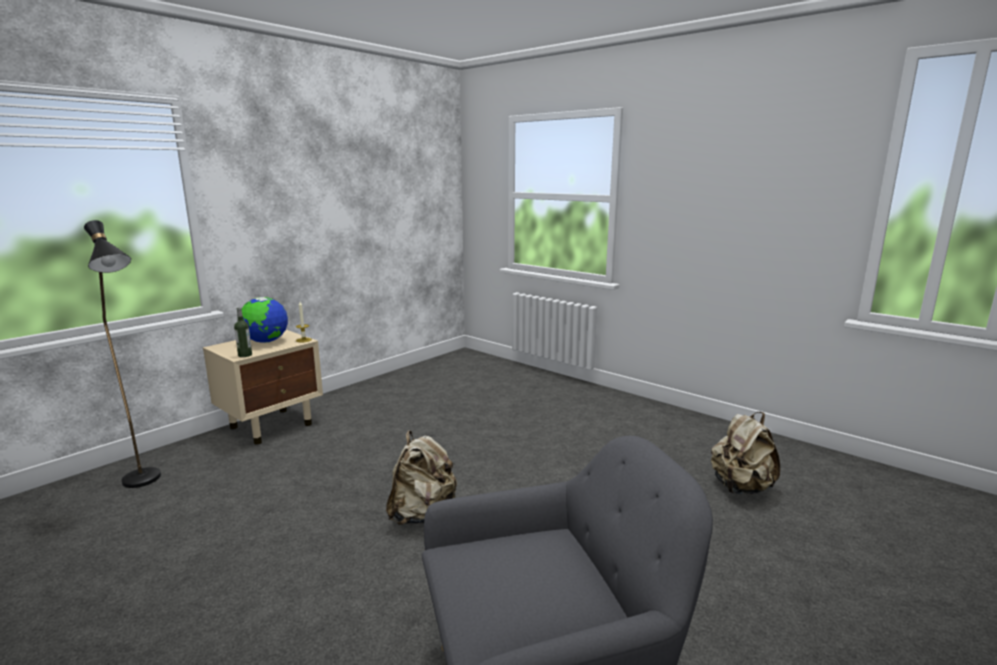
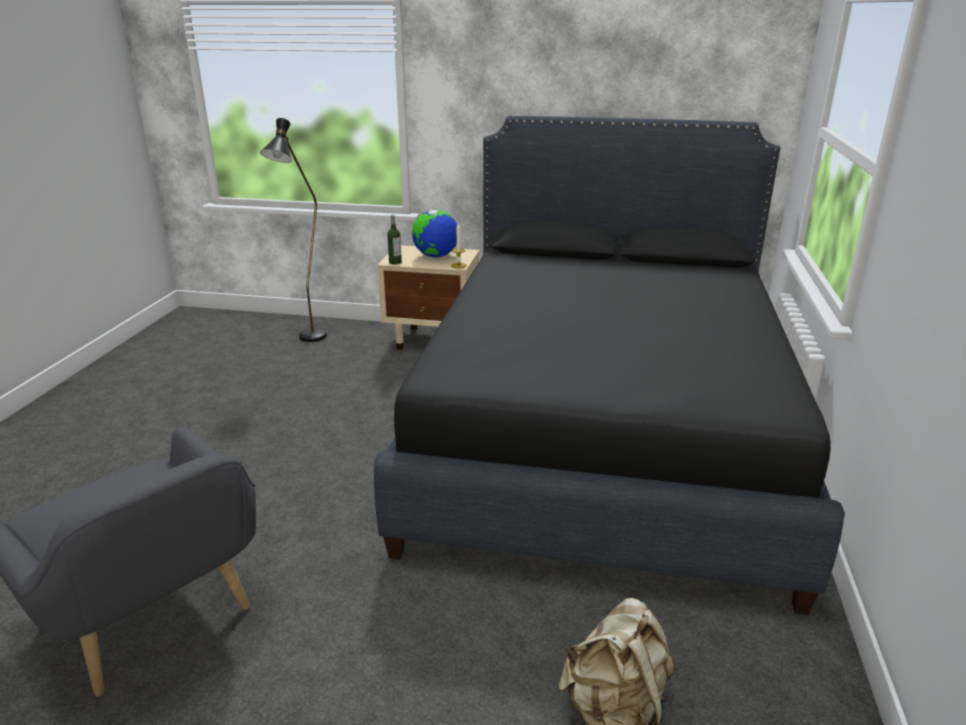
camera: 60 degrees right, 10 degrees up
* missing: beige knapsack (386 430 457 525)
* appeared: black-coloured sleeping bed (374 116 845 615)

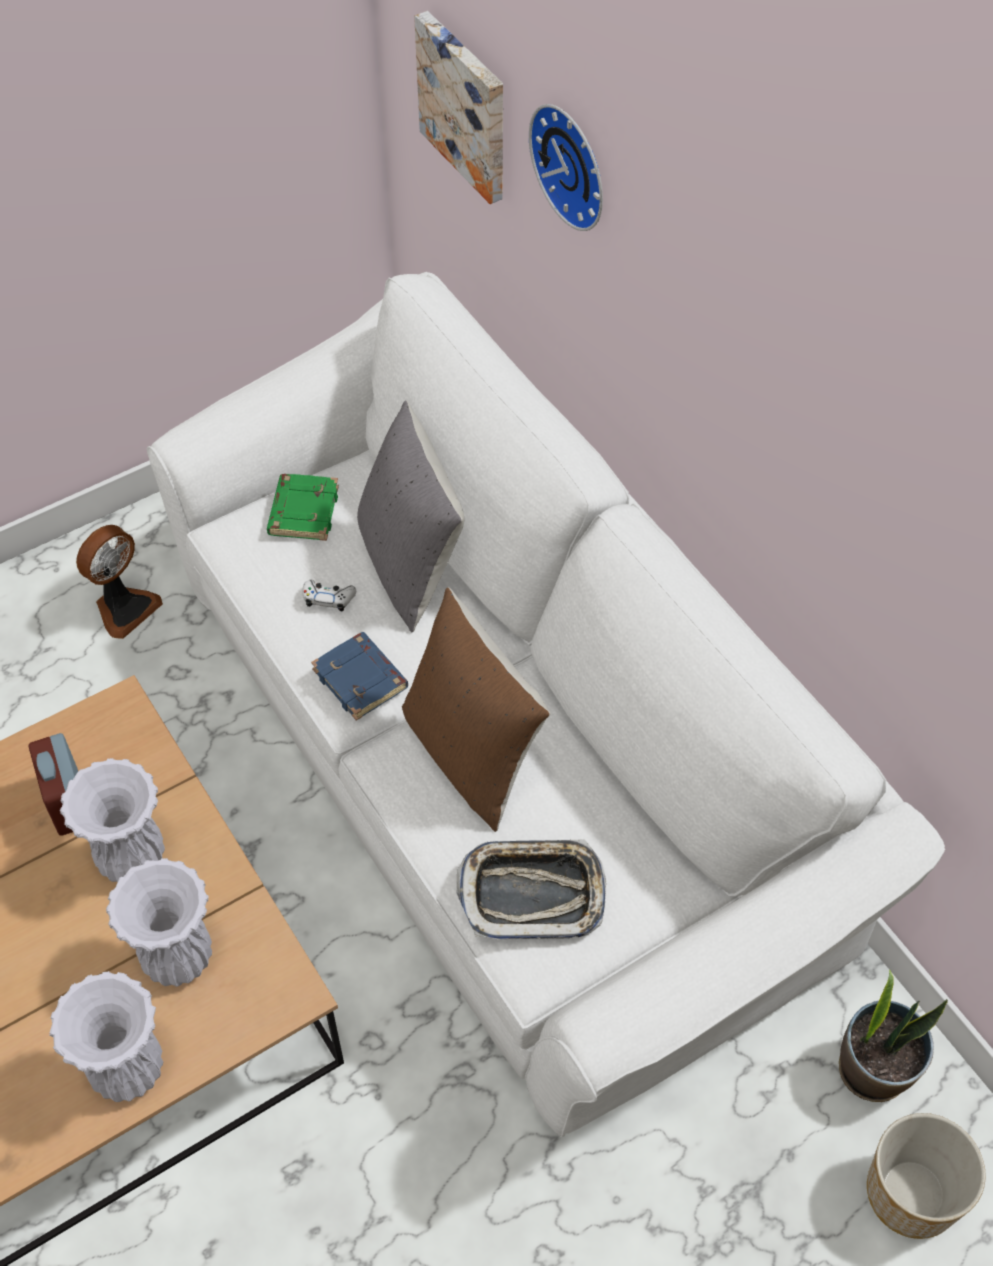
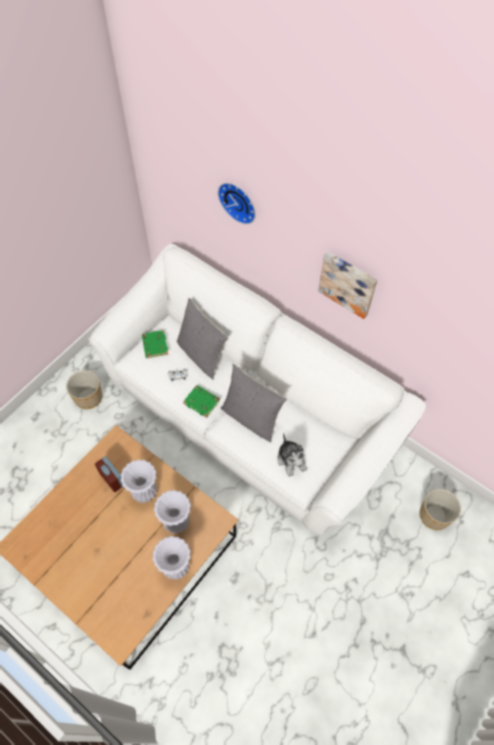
camera: 20 degrees left, 5 degrees up
* missing: houseplant (839 969 948 1102)
* relocated: picture (414 11 503 204) to (318 251 378 319)
* exchanged: cooling fan (76 525 163 639) to plant pot (66 370 102 409)
* exchanged: carrying tray (456 839 606 940) to soft toy (277 433 307 477)
* colour: blue volume (311 632 408 721) to green volume (183 385 220 418)
* colour: brownish throw pillow (402 587 550 832) to greyish throw pillow (221 364 287 443)

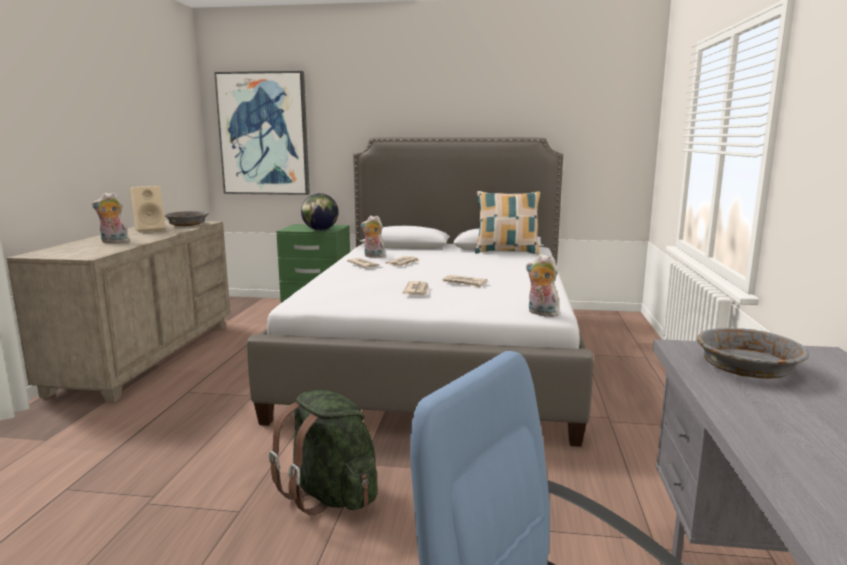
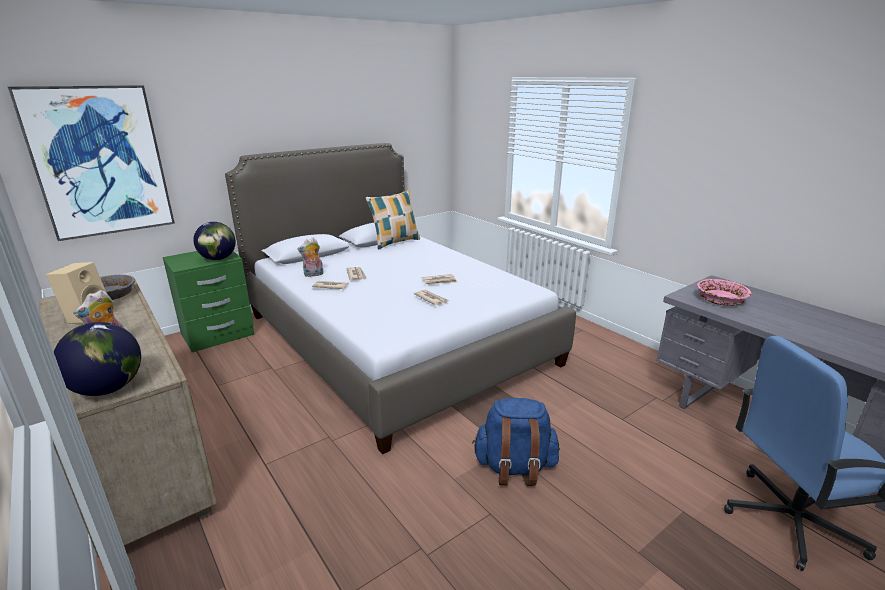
camera: 45 degrees left, 10 degrees up
* missing: soft toy (526 254 559 317)
* appeared: world globe (54 322 141 396)
* colour: green knapsack (269 390 378 515) to blue knapsack (472 398 560 486)
* colour: greyish bowl (697 328 809 378) to pinkish bowl (697 279 752 306)

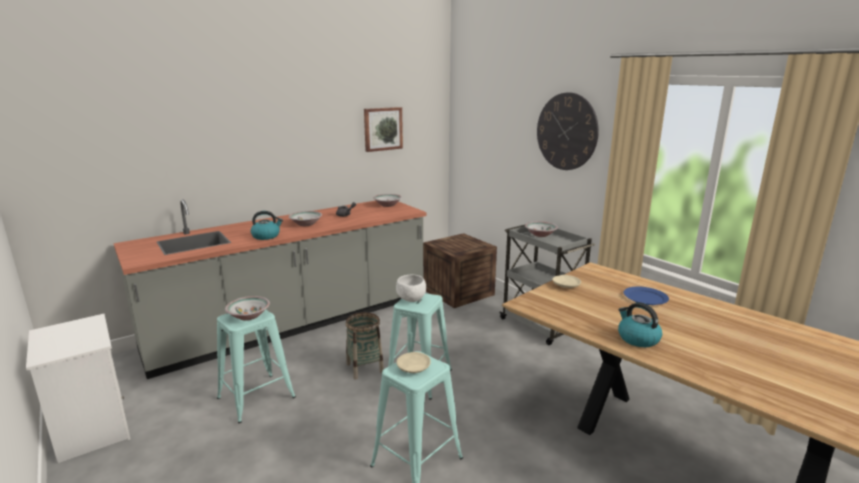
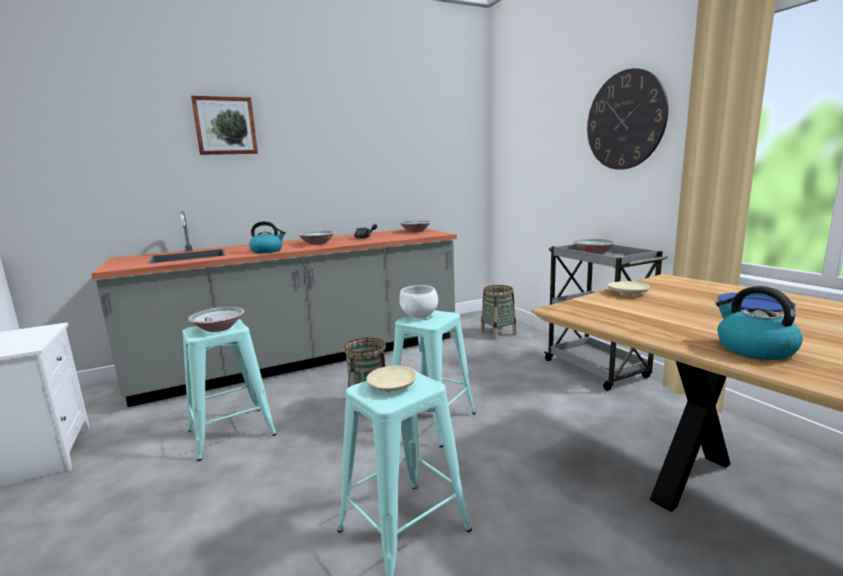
camera: 10 degrees right, 5 degrees down
* relocated: picture (364 107 403 152) to (191 96 258 155)
* exchanged: crate (423 233 497 308) to storage basket (481 285 517 340)

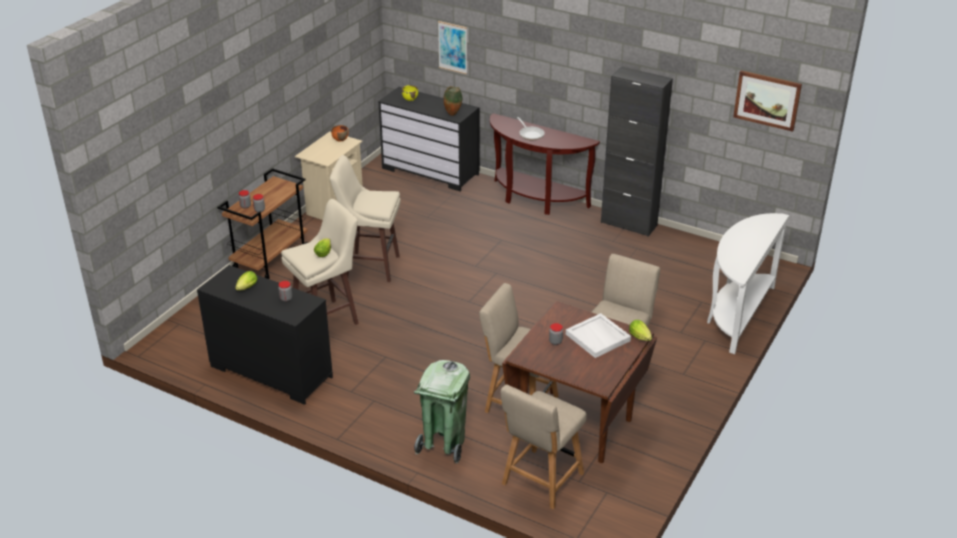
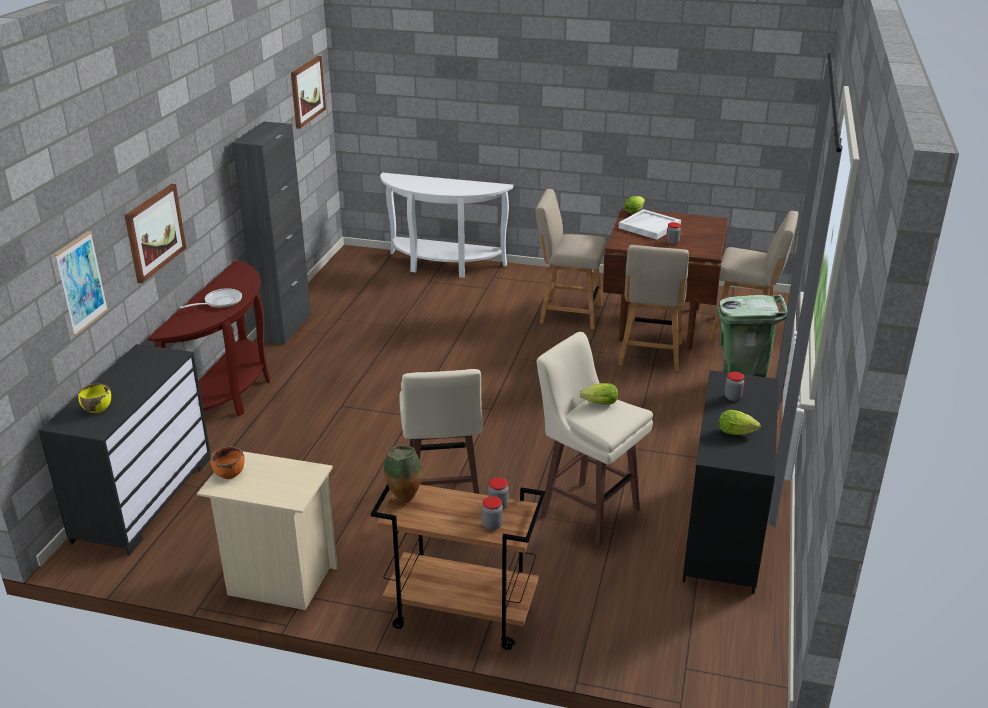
camera: 105 degrees left, 5 degrees down
* appeared: picture (125 184 186 283)
* relocated: vase (443 86 463 116) to (384 445 422 503)

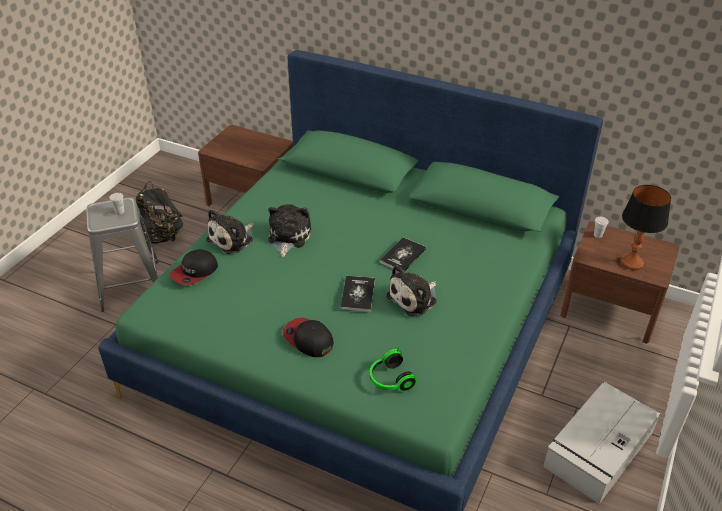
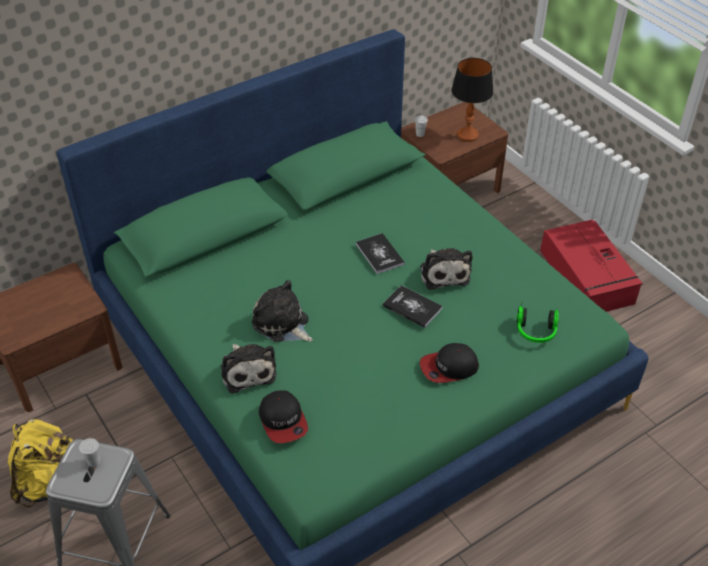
camera: 60 degrees left, 5 degrees up
* colour: black-coloured knapsack (135 181 183 244) to yellow-coloured knapsack (8 419 73 507)
* colour: greyish storage bin (543 382 660 504) to reddish storage bin (540 219 643 312)

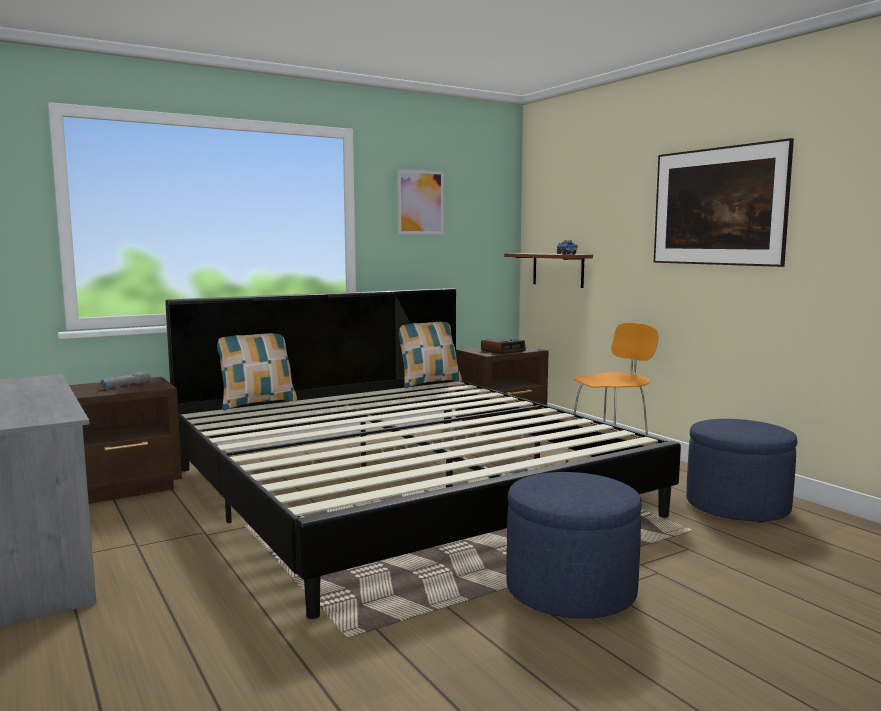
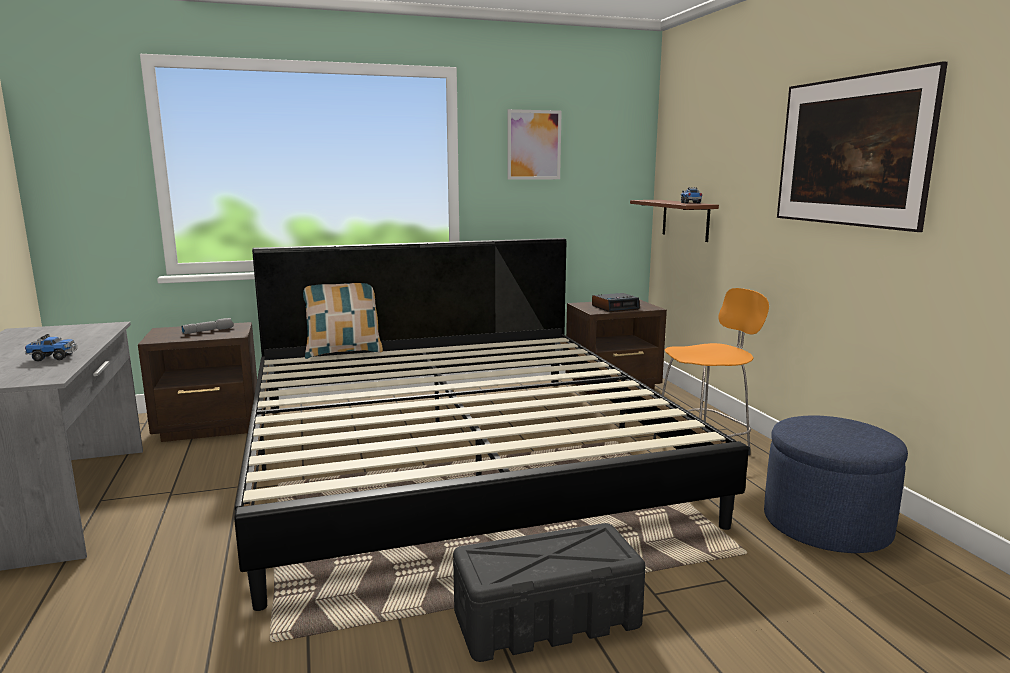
camera: 15 degrees right, 5 degrees up
* missing: throw pillow (399 322 462 389)
* appeared: toy lorry (25 334 77 362)
* exchanged: blue footrest (506 472 642 619) to black-coloured storage bin (453 523 646 662)

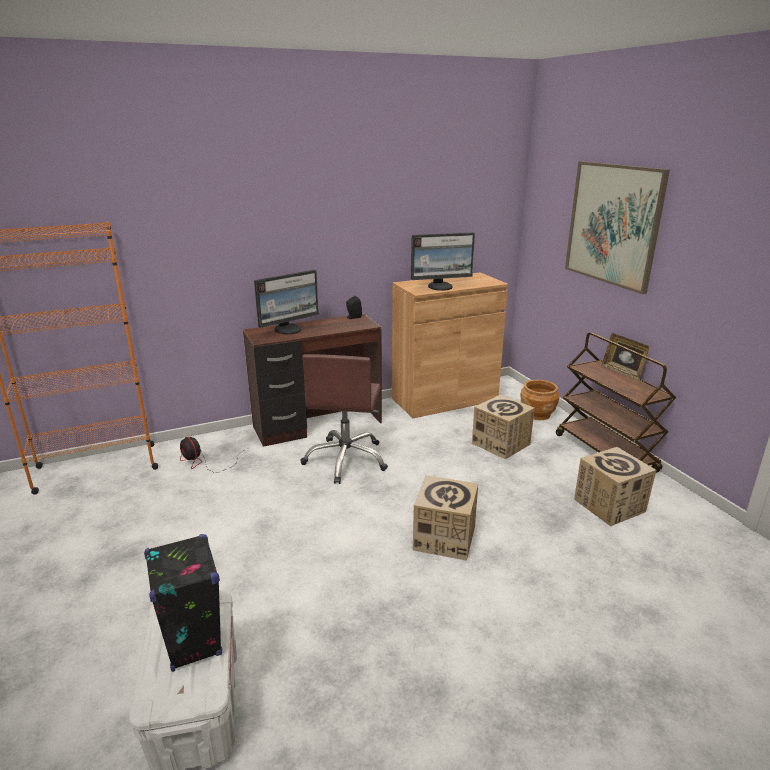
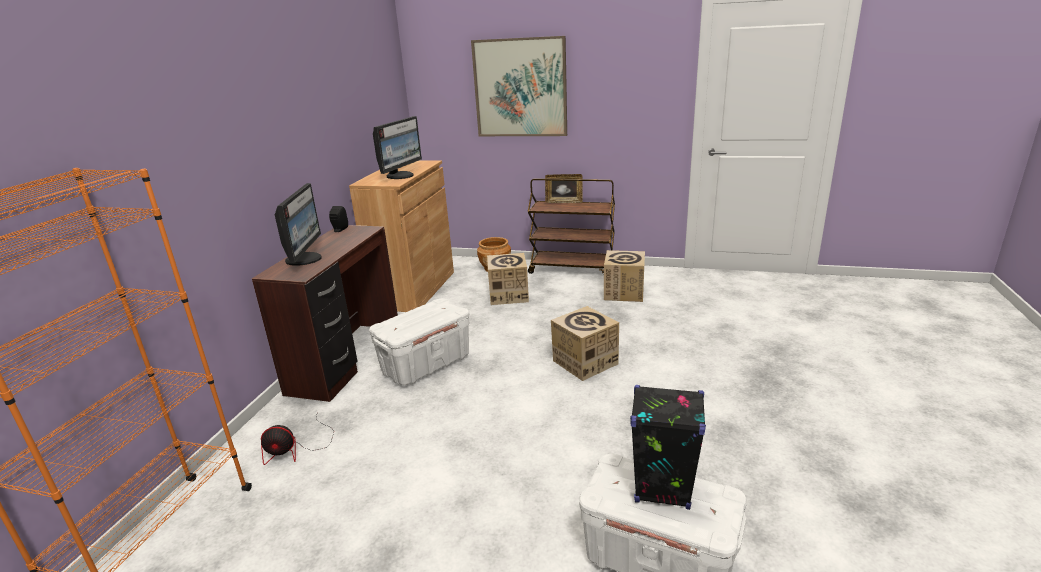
camera: 50 degrees left, 0 degrees up
* exchanged: brownish office chair (301 354 388 484) to whitish storage bin (369 298 469 385)

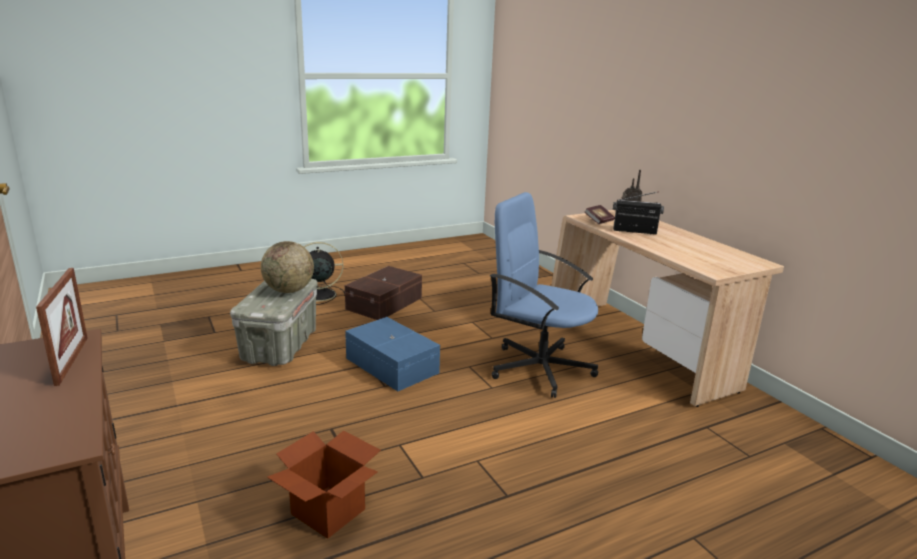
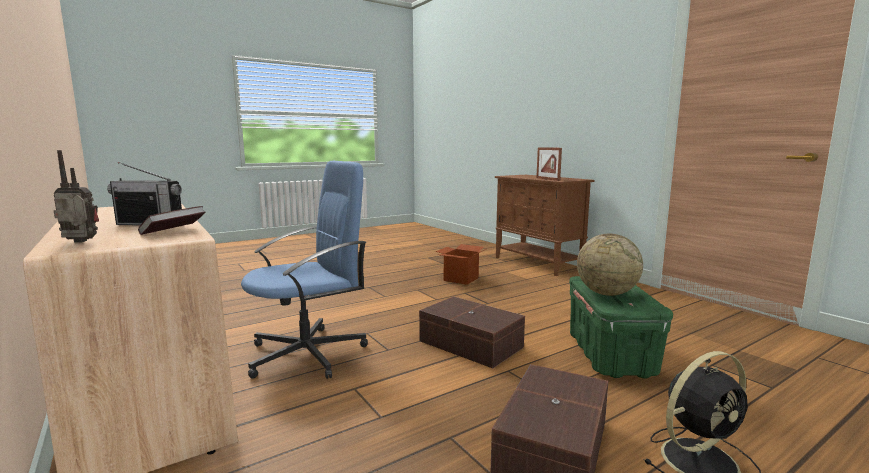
camera: 175 degrees right, 10 degrees down
* colour: greyish storage bin (230 279 318 366) to green storage bin (569 276 673 378)
* colour: blue storage bin (345 317 440 391) to brownish storage bin (419 296 525 368)
* spun: blue office chair (490 192 598 398) = (241 161 368 379) 60 degrees counterclockwise

